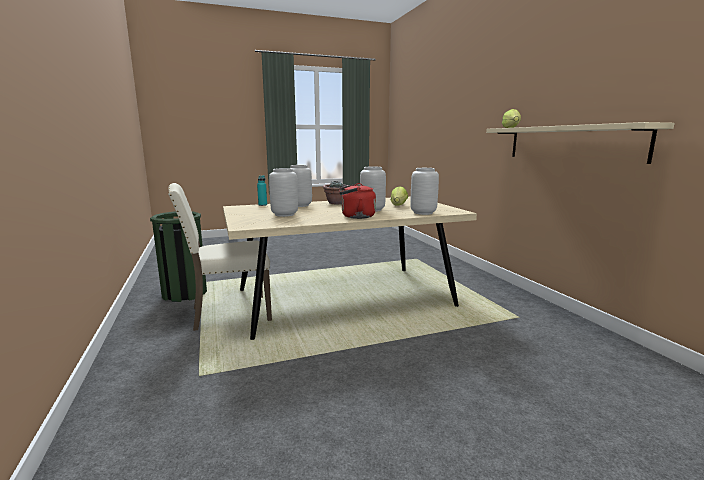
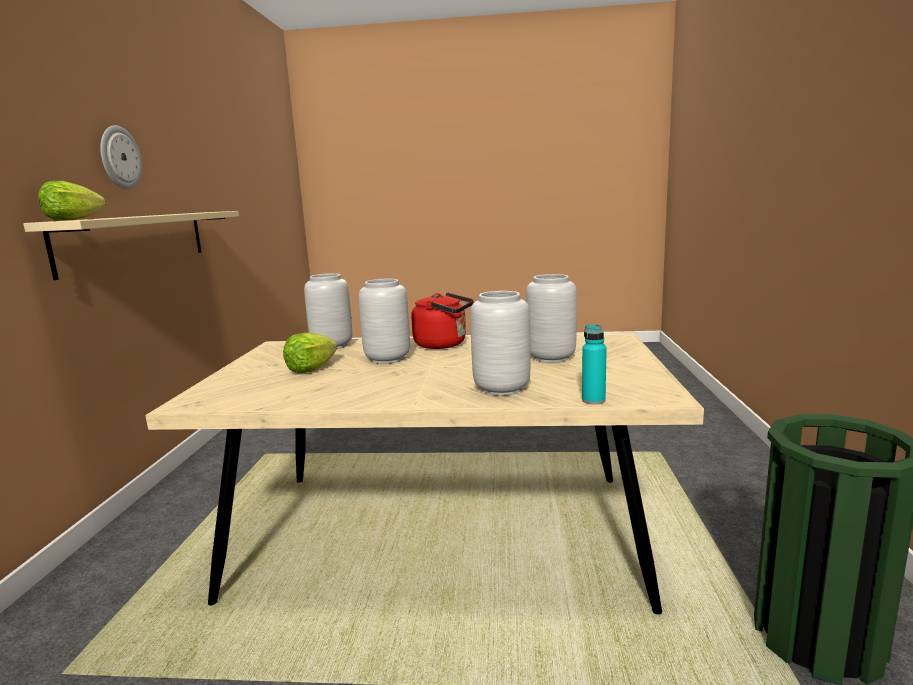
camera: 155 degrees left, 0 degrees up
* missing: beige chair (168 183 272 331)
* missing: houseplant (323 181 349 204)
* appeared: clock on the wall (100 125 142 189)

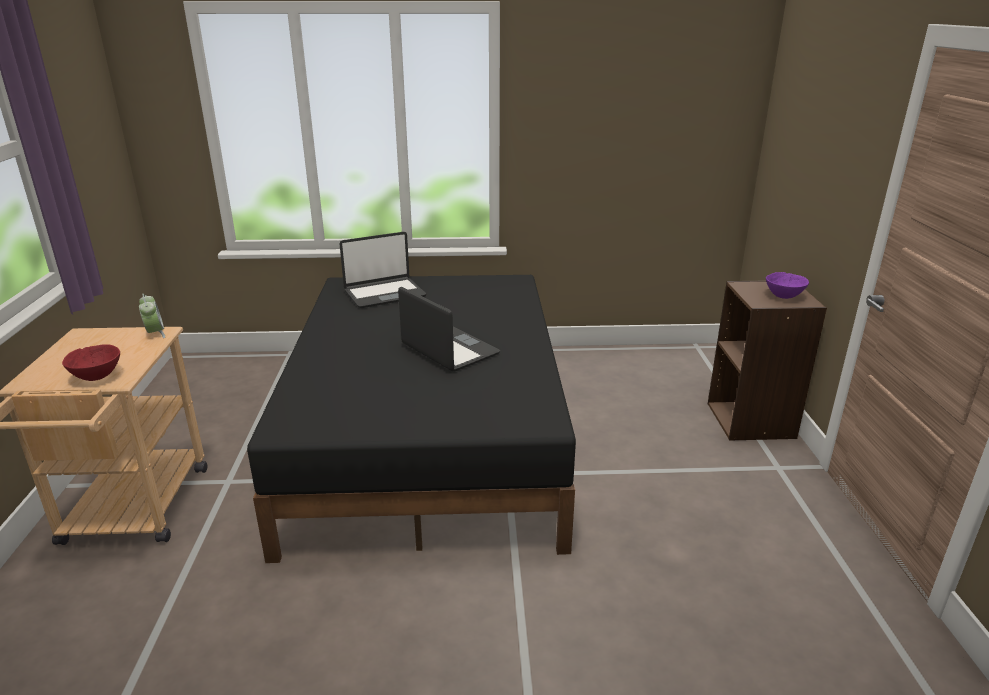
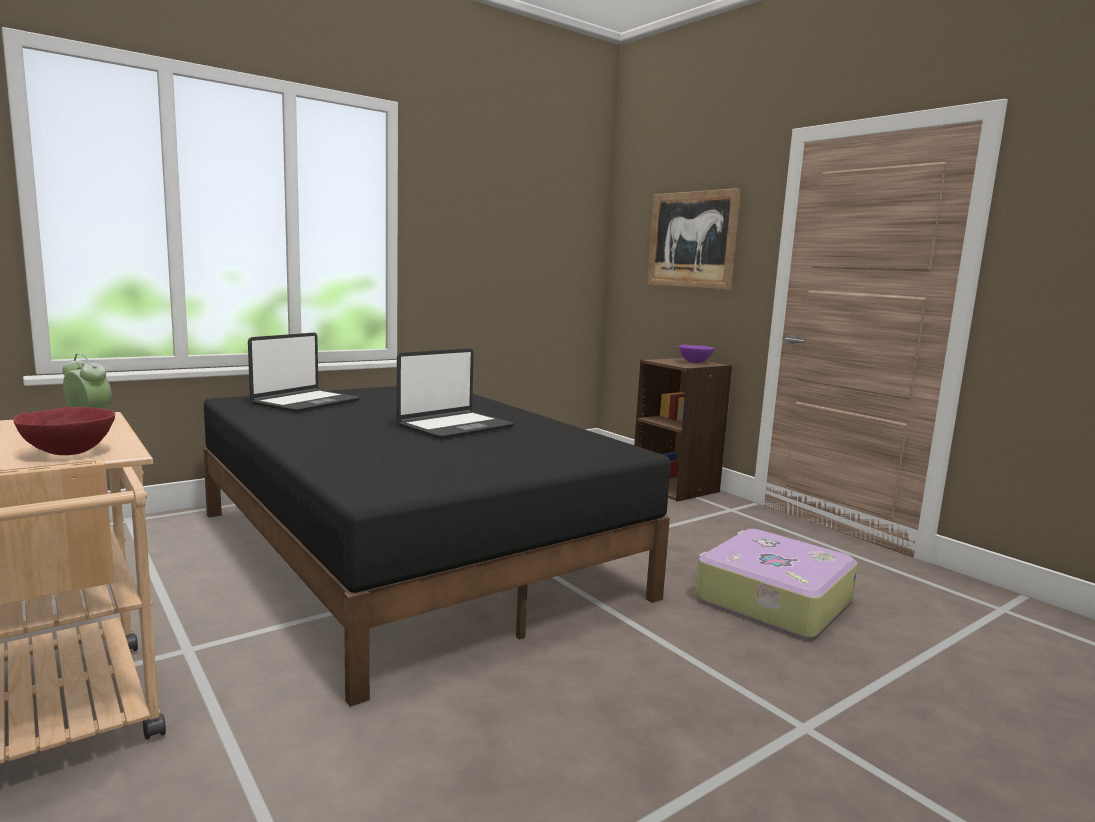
camera: 35 degrees left, 15 degrees down
* appeared: picture (647 188 741 290)
* appeared: suitcase (695 529 858 638)
* spun: notebook computer (398 287 500 372) = (397 348 514 440) 120 degrees clockwise

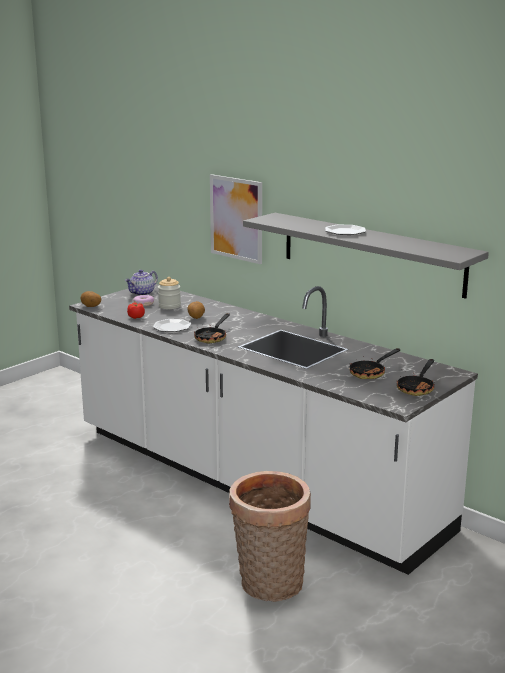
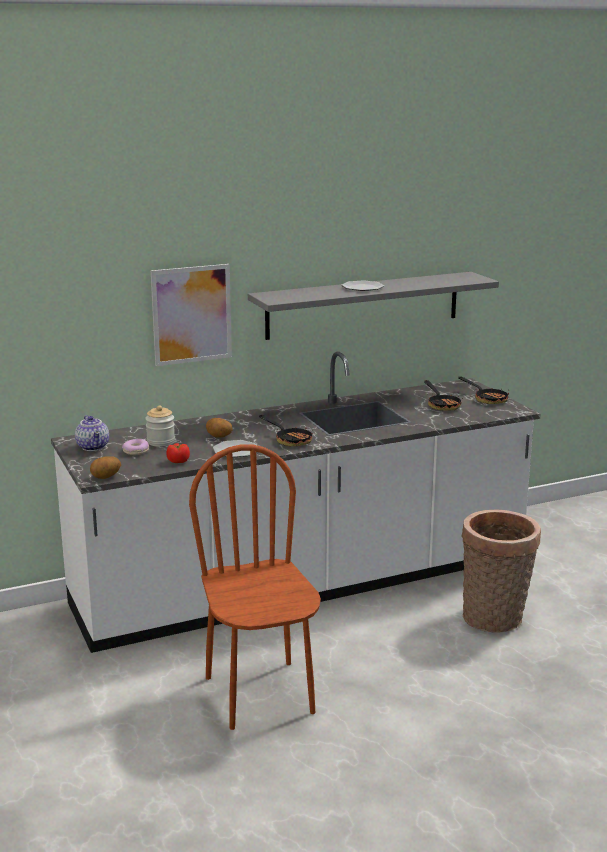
camera: 65 degrees left, 0 degrees up
* appeared: brownish chair (189 444 321 730)

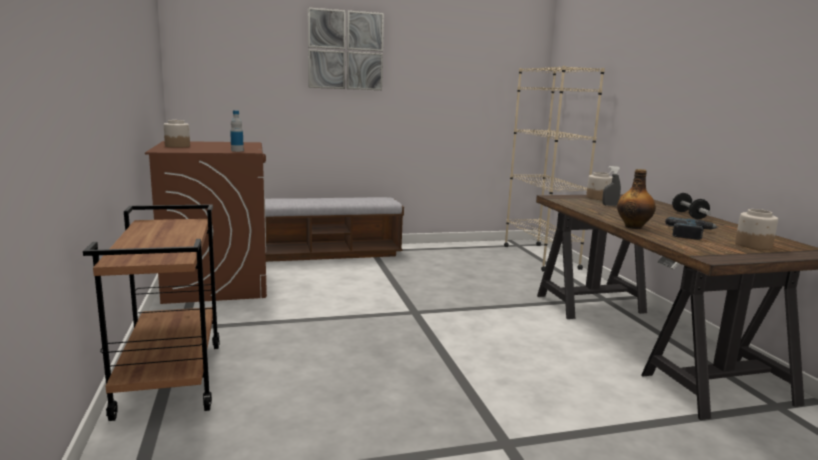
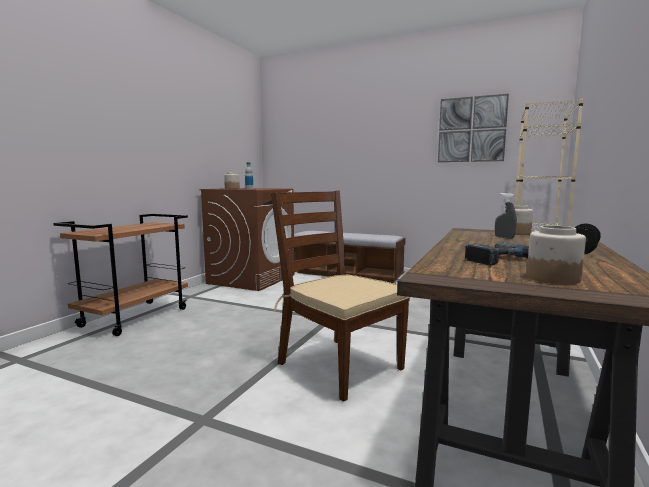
camera: 40 degrees right, 5 degrees down
* missing: bottle (617 169 656 229)
* appeared: brownish chair (271 191 410 402)
* relocated: picture (308 8 384 90) to (438 94 509 162)

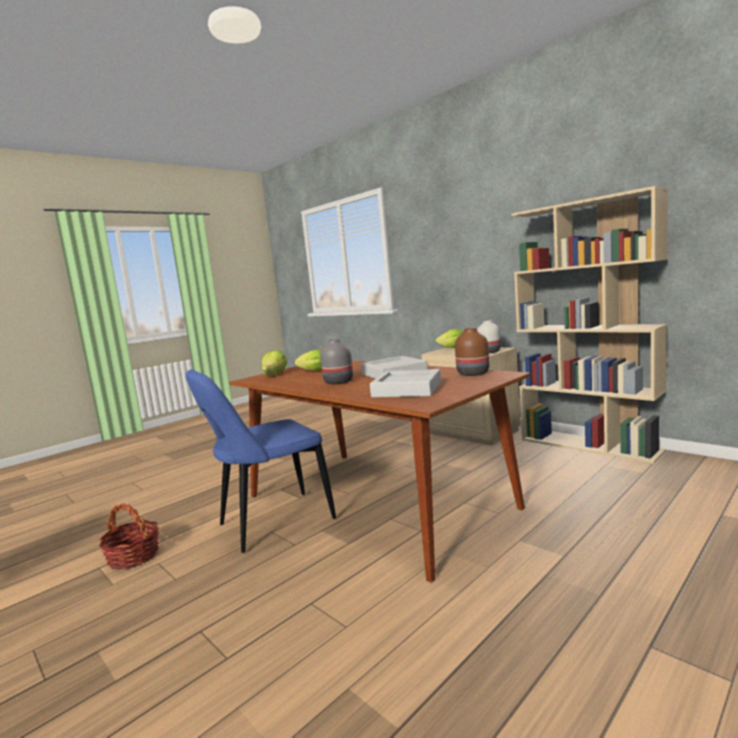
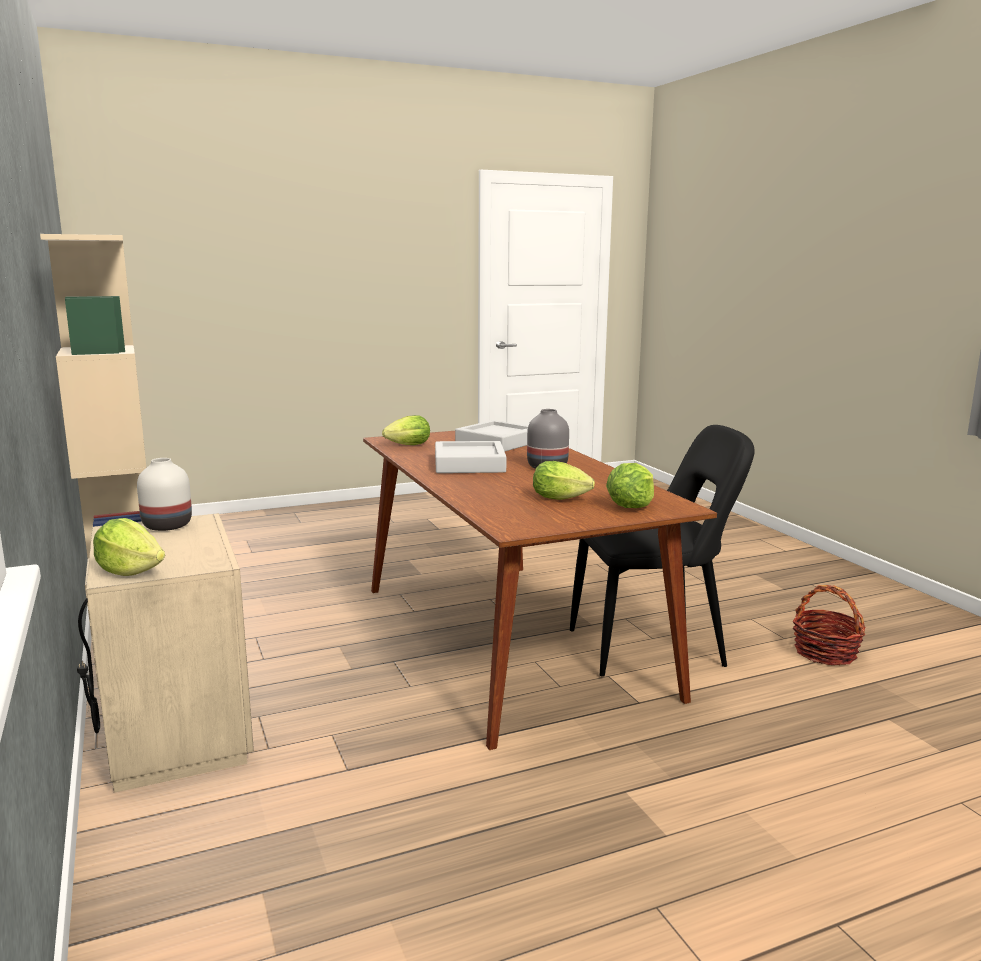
camera: 160 degrees left, 5 degrees up
* exchanged: brownish vase (455 328 489 376) to lettuce (382 415 430 445)
* colour: blue chair (186 369 336 553) to black-coloured chair (570 425 755 677)

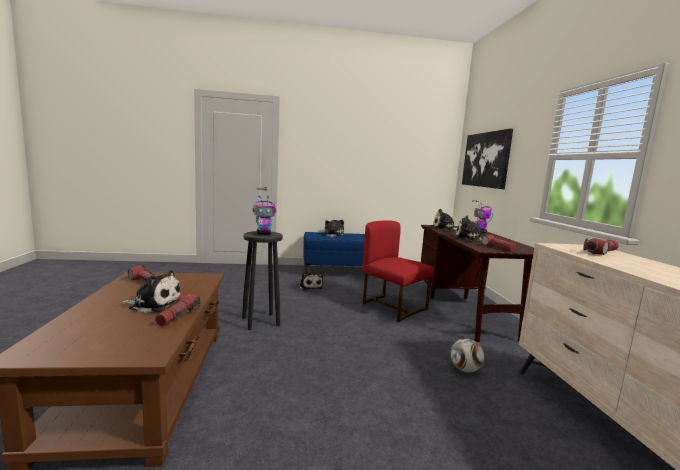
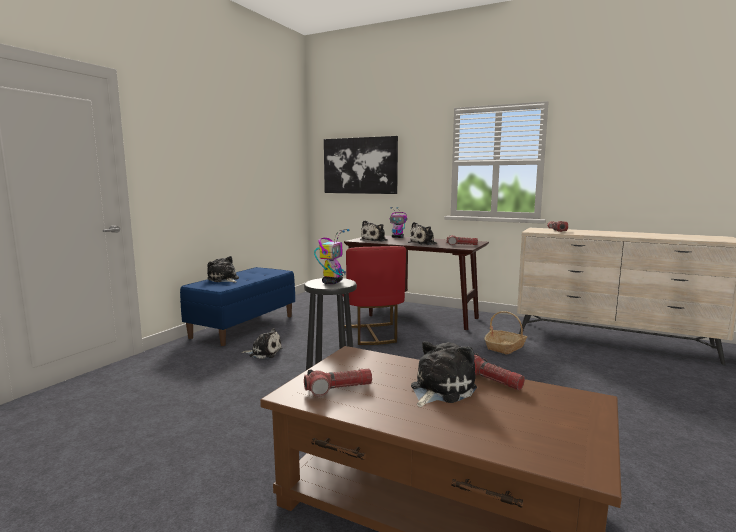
camera: 55 degrees left, 0 degrees up
* exchanged: ball for football (450 339 484 372) to storage basket (484 311 527 355)
* spun: reddish chair (362 220 434 322) = (343 246 406 345) 90 degrees counterclockwise

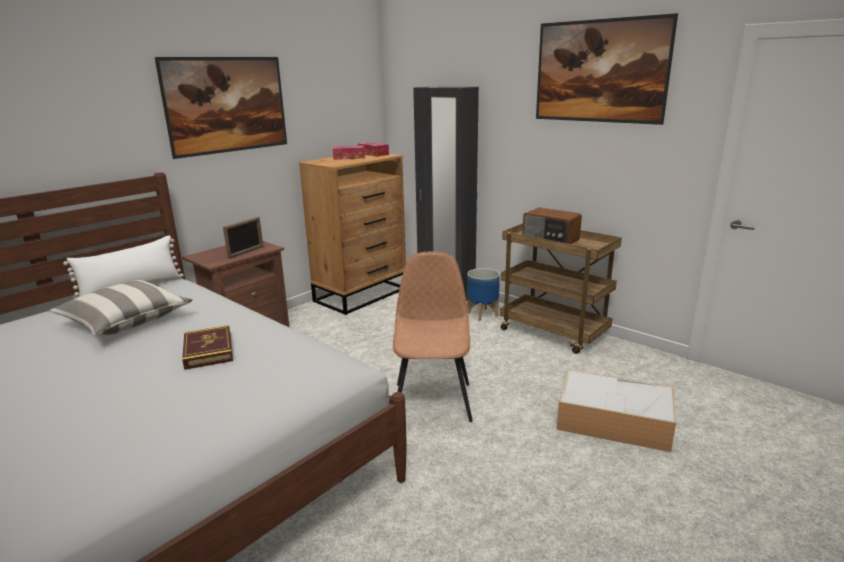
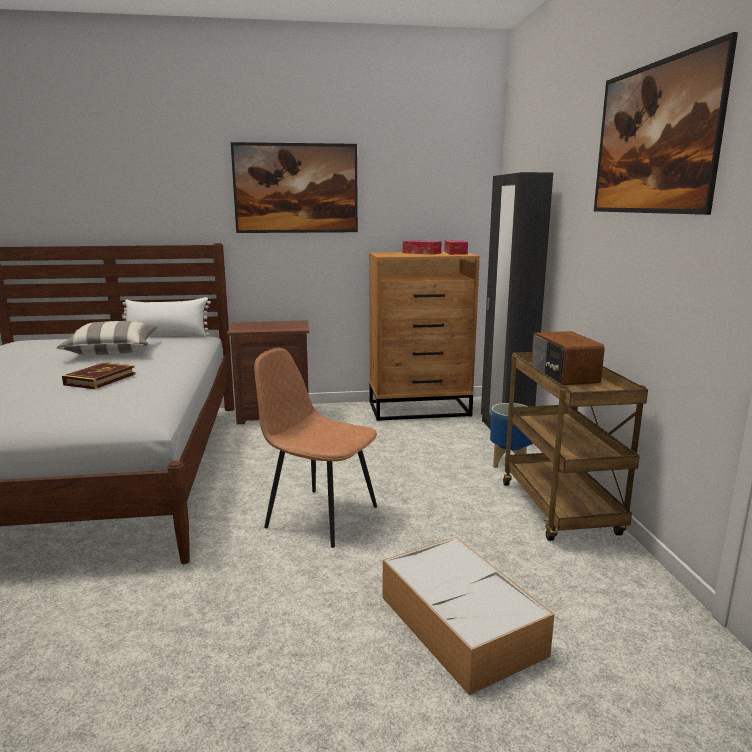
camera: 40 degrees right, 5 degrees down
* missing: photo frame (223 217 263 259)
* spun: brownish chair (393 252 473 422) = (254 348 377 548) 105 degrees counterclockwise

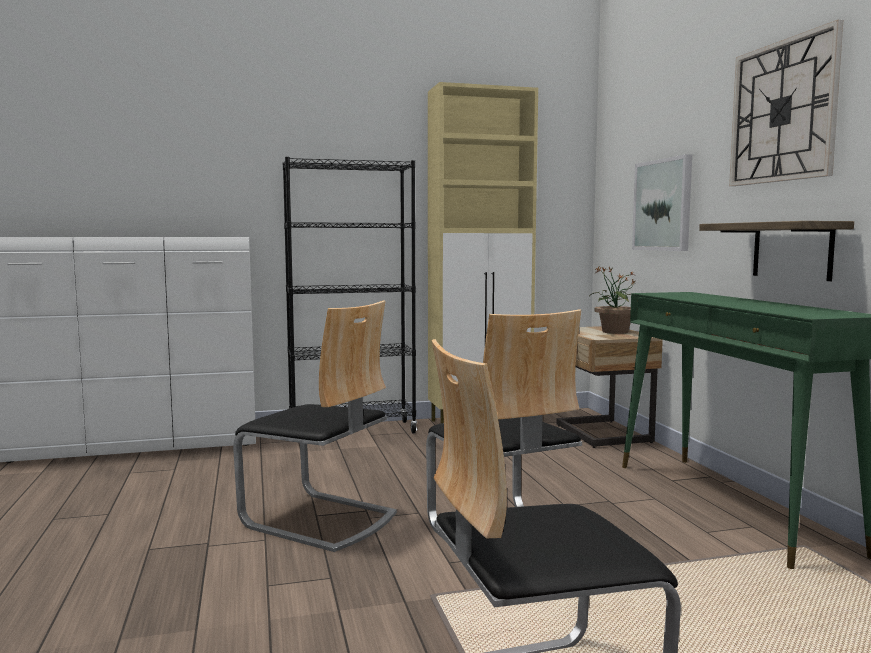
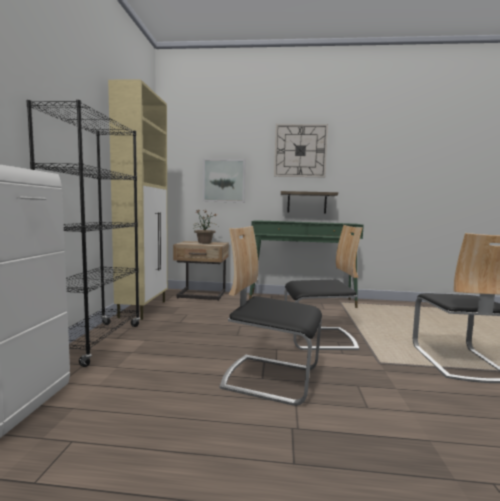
camera: 70 degrees left, 0 degrees up
* spun: chair (233 300 397 552) = (220 226 322 406) 120 degrees counterclockwise

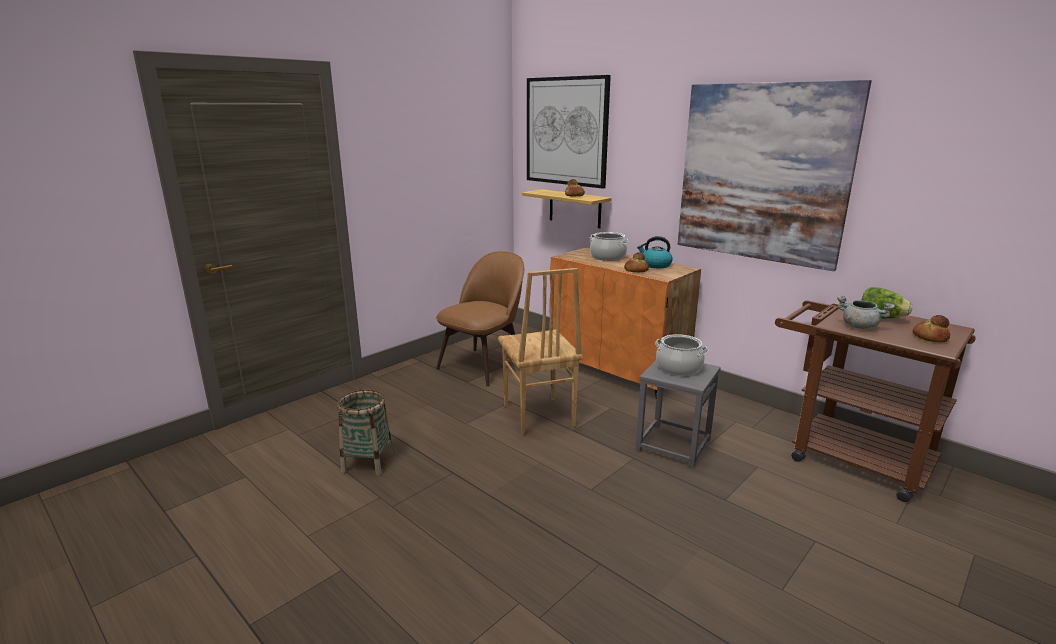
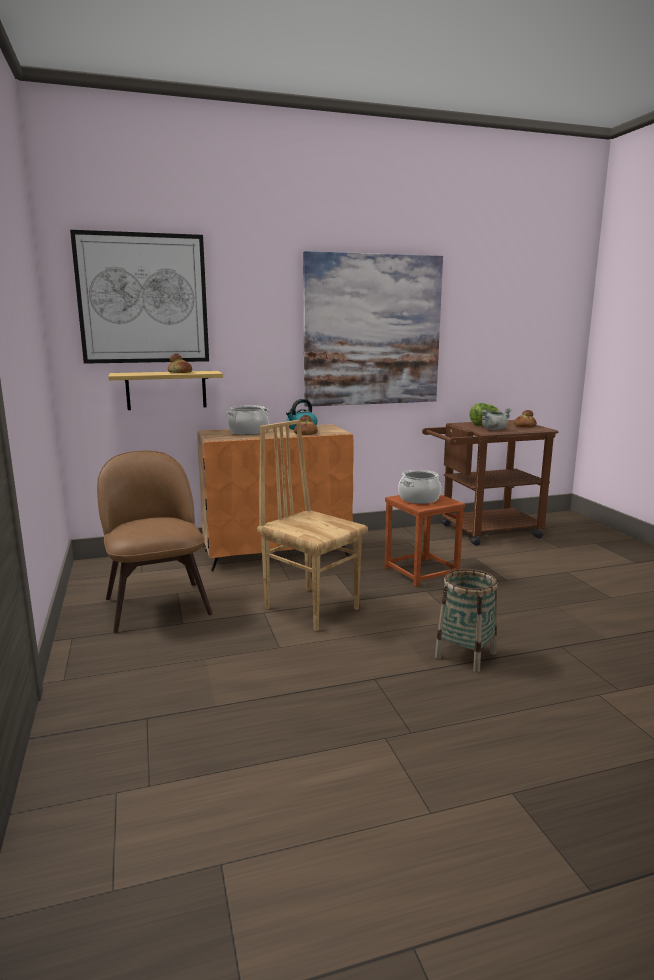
camera: 60 degrees left, 5 degrees down
* relocated: storage basket (338 389 394 476) to (435 569 498 672)
* colour: greyish stool seat (635 360 721 468) to brownish stool seat (385 494 465 587)
* spun: brownish chair (498 268 583 436) = (257 420 368 631) 150 degrees counterclockwise

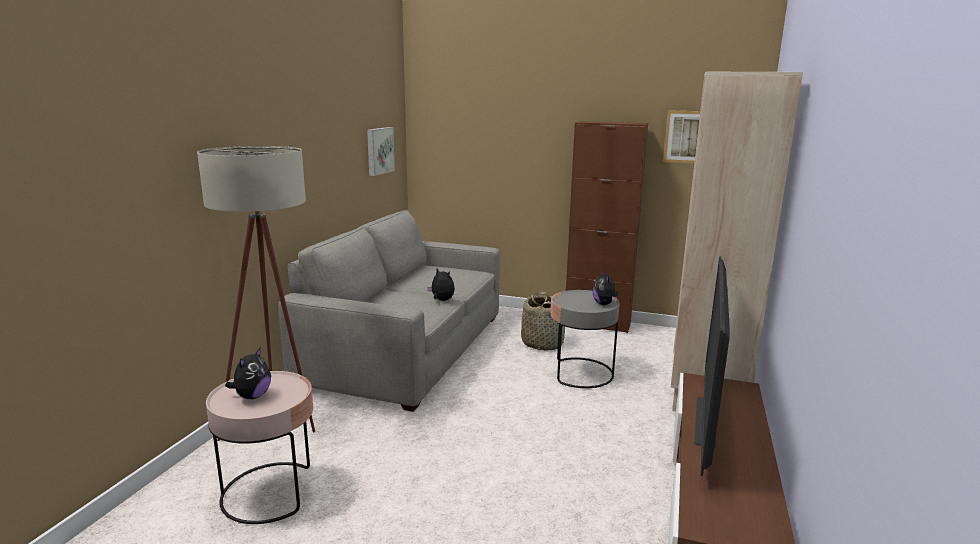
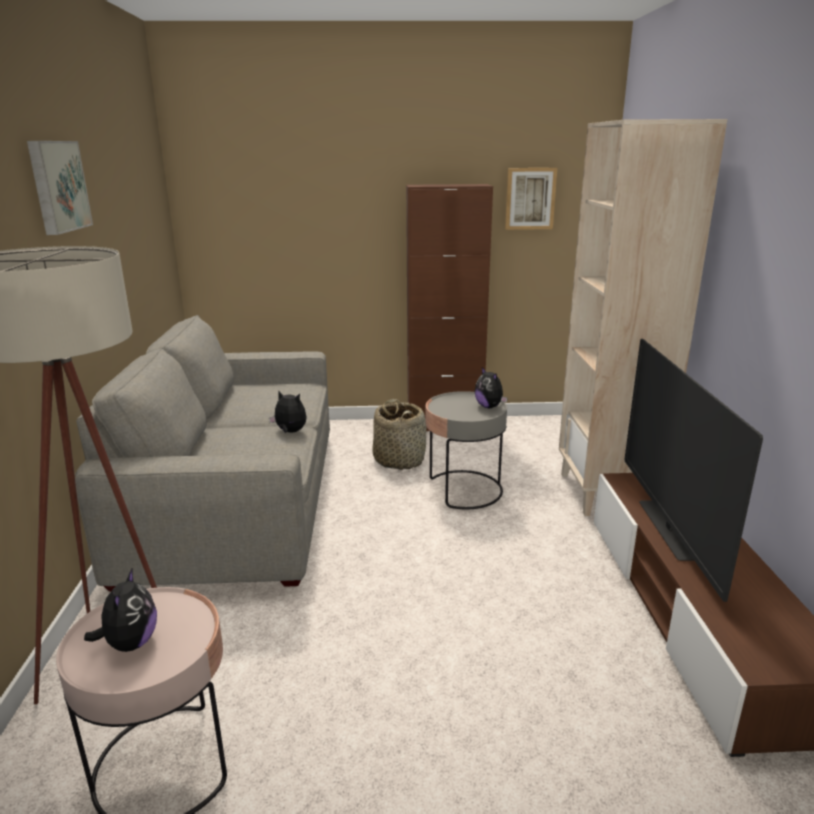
camera: 20 degrees left, 5 degrees up
* relocated: picture (367 127 395 176) to (27 141 93 235)

